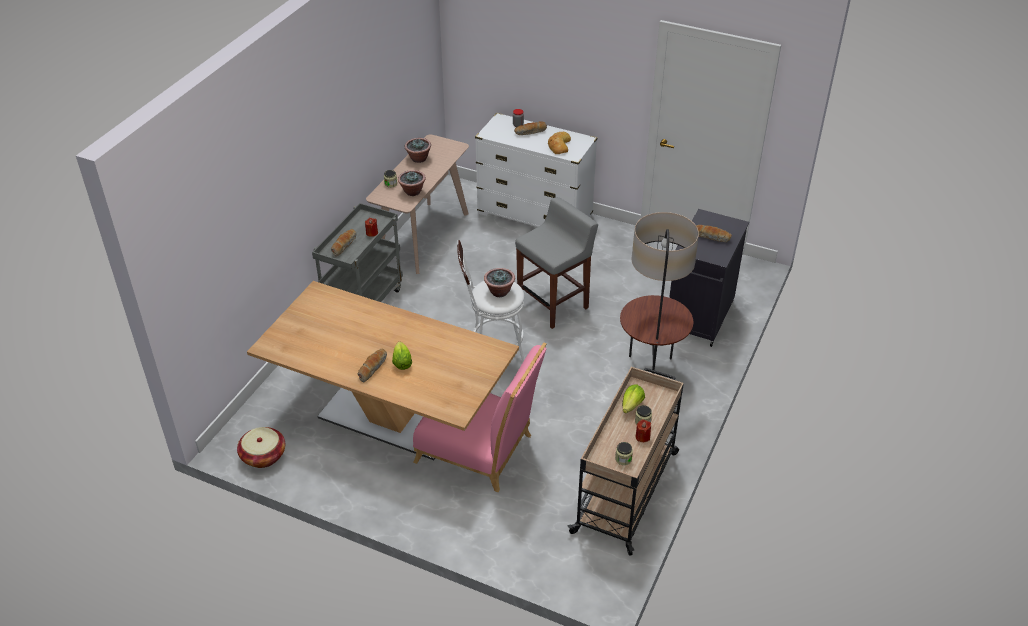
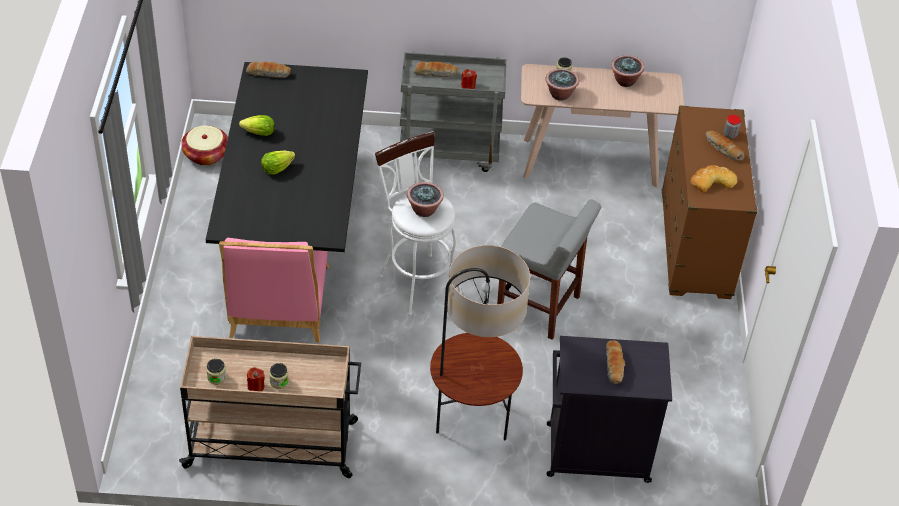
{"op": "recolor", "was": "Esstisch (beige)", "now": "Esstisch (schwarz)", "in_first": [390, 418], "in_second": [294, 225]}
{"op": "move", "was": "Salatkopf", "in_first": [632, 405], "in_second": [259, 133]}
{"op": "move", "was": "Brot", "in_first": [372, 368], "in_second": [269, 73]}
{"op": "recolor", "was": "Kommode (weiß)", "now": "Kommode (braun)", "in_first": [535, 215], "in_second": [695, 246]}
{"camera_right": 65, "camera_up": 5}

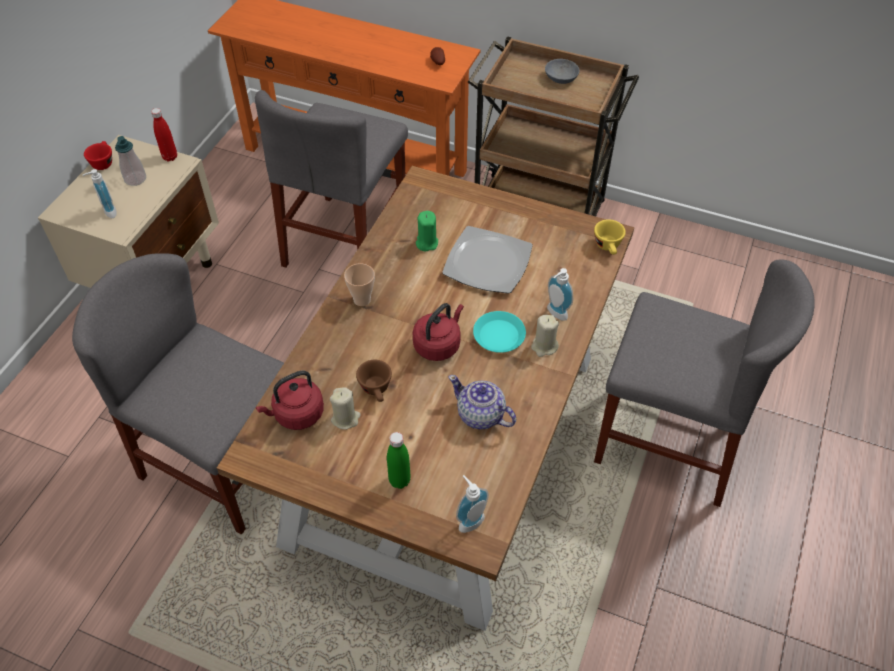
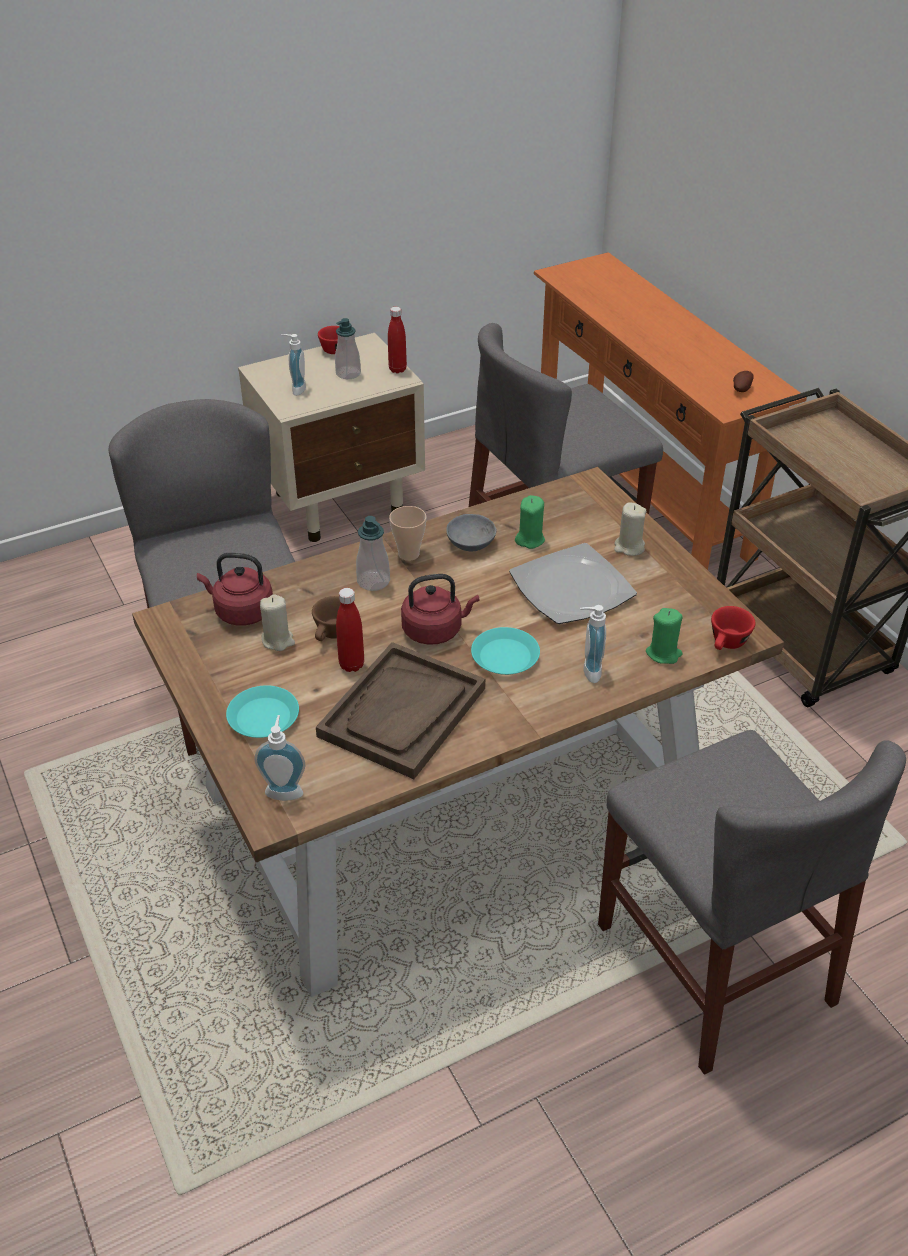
{"op": "replace", "was": "Flasche (grün)", "now": "Teller (türkis)", "in_first": [399, 480], "in_second": [263, 718]}
{"op": "replace", "was": "Teekanne", "now": "Tablett (braun)", "in_first": [481, 415], "in_second": [402, 713]}
{"op": "insert", "now": "Flasche (rot)", "in_second": [351, 665]}
{"op": "insert", "now": "Seifenspender", "in_second": [373, 581]}
{"op": "move", "was": "Schüssel (grau)", "in_first": [560, 78], "in_second": [469, 542]}
{"op": "move", "was": "Kerze (beige)", "in_first": [544, 346], "in_second": [629, 547]}
{"op": "insert", "now": "Kerze (grün)", "in_second": [663, 653]}
{"op": "recolor", "was": "Tasse (gelb)", "now": "Tasse (rot)", "in_first": [608, 247], "in_second": [727, 644]}
{"camera_right": 40, "camera_up": -10}

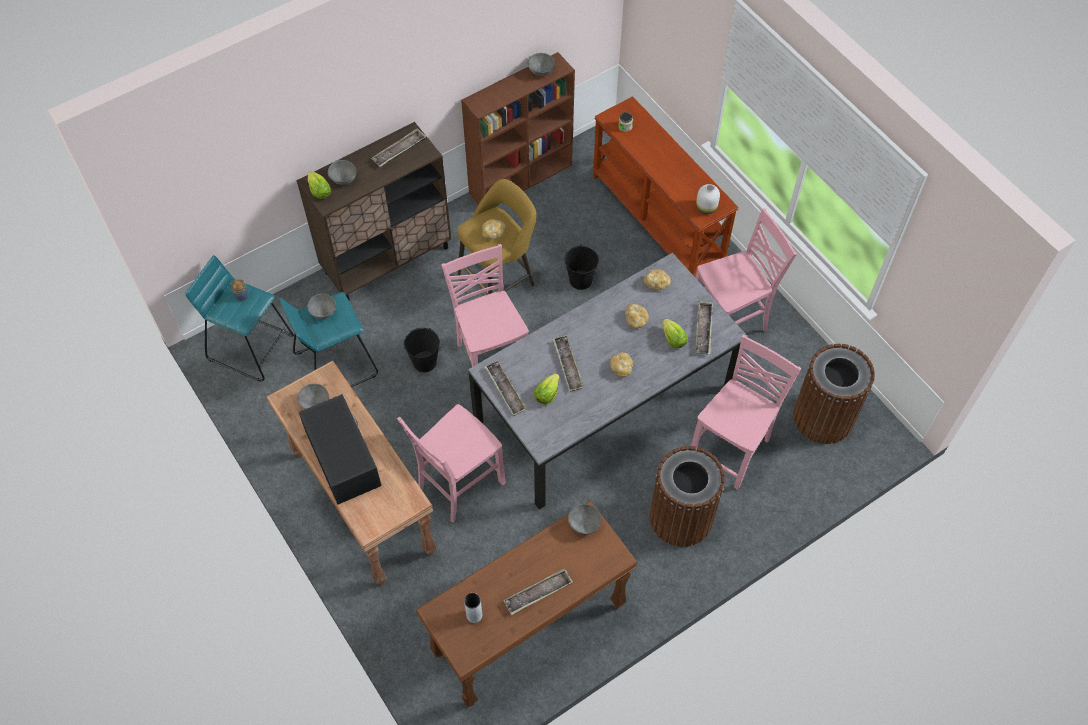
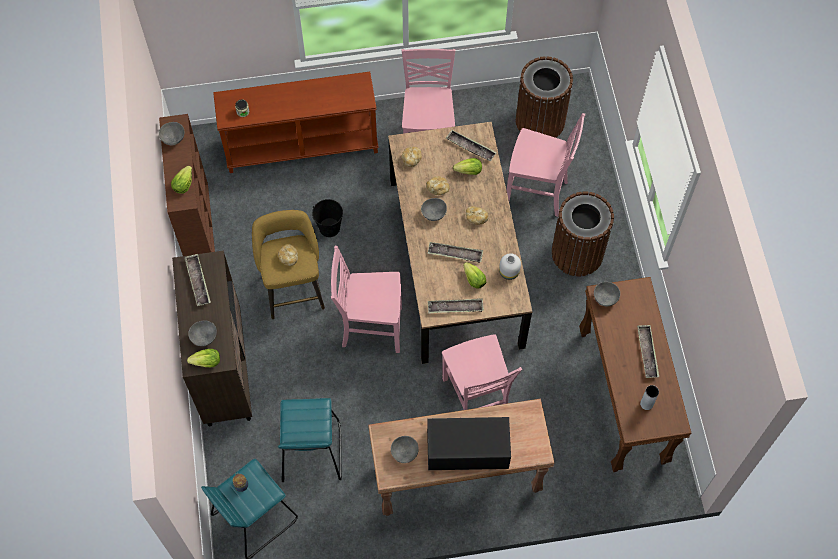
{"op": "insert", "now": "Salatkopf", "in_second": [183, 184]}
{"op": "recolor", "was": "Esstisch (grau)", "now": "Esstisch (braun)", "in_first": [604, 405], "in_second": [456, 262]}
{"op": "move", "was": "Schüssel (grau)", "in_first": [323, 313], "in_second": [434, 214]}
{"op": "move", "was": "Vase (weiß)", "in_first": [706, 208], "in_second": [509, 272]}
{"op": "rotate", "was": "Stuhl (rosa)", "in_first": [731, 449], "in_second": [537, 193], "clockwise": 135}
{"op": "delete", "was": "Eimer (schwarz)", "in_first": [425, 362]}
{"camera_right": -65, "camera_up": 5}

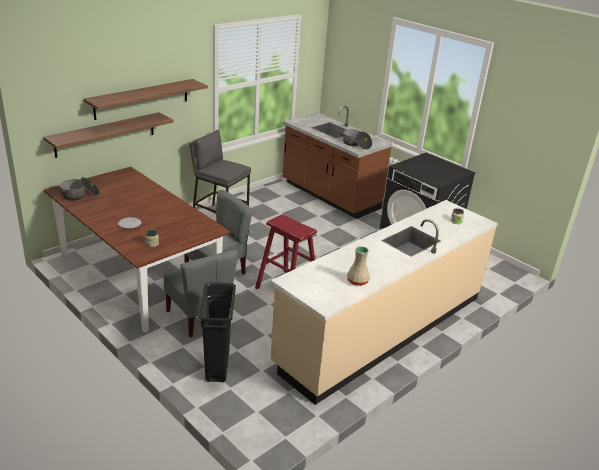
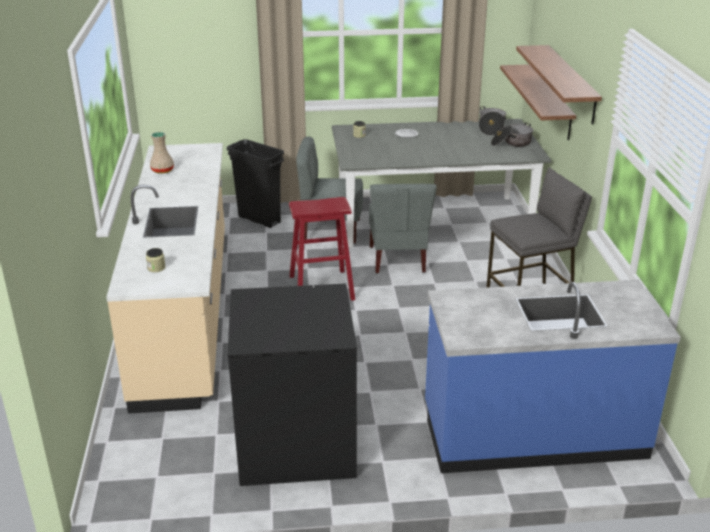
{"op": "recolor", "was": "Esstisch (braun)", "now": "Esstisch (grau)", "in_first": [139, 276], "in_second": [432, 221]}
{"op": "recolor", "was": "Küchenzeile (braun)", "now": "Küchenzeile (blau)", "in_first": [329, 196], "in_second": [533, 432]}
{"op": "move", "was": "Kochtopf", "in_first": [356, 144], "in_second": [511, 143]}
{"camera_right": 130, "camera_up": 0}

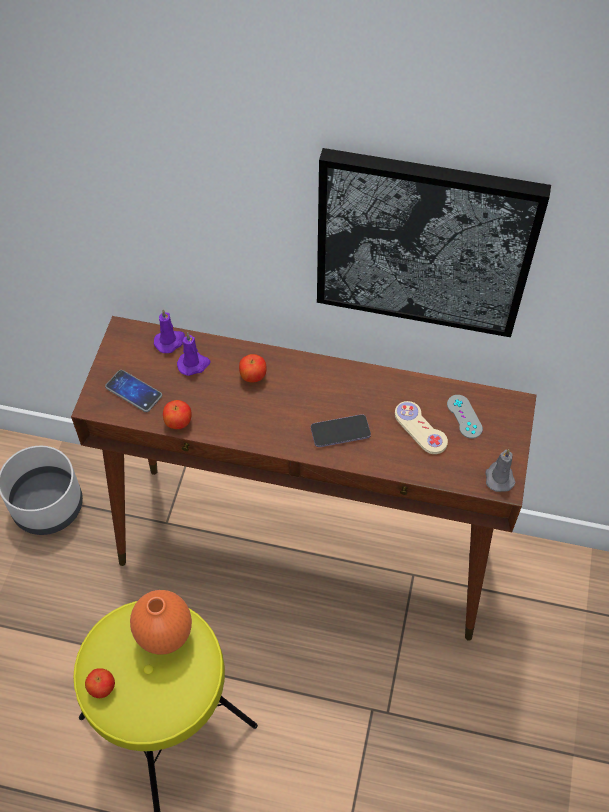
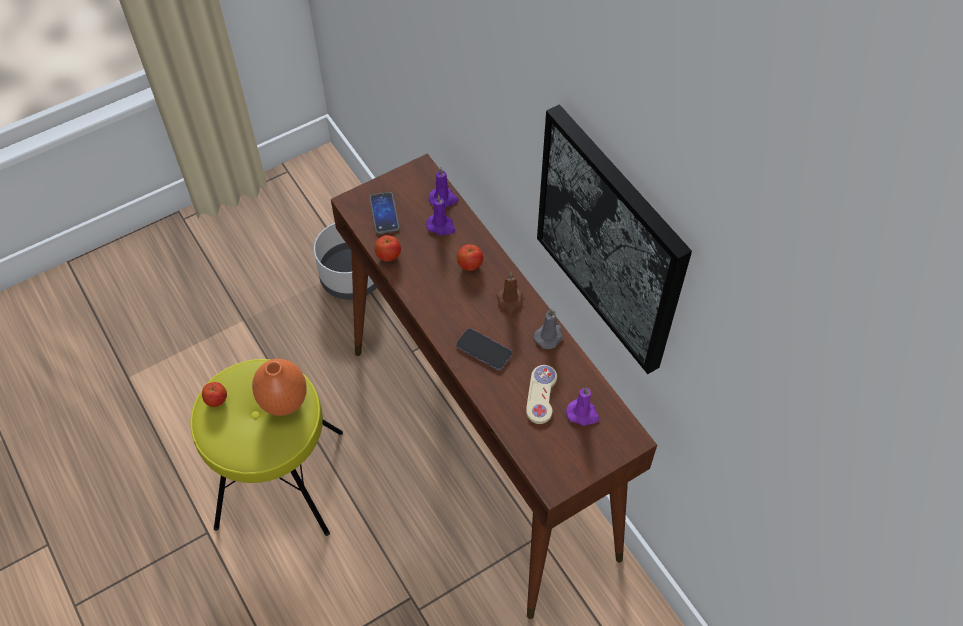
{"op": "insert", "now": "Kerze (braun)", "in_second": [510, 302]}
{"op": "move", "was": "Kerze (grau)", "in_first": [499, 477], "in_second": [549, 336]}
{"op": "replace", "was": "Gamepad (grau)", "now": "Kerze (lila)", "in_first": [464, 416], "in_second": [583, 414]}
{"camera_right": 45, "camera_up": 0}

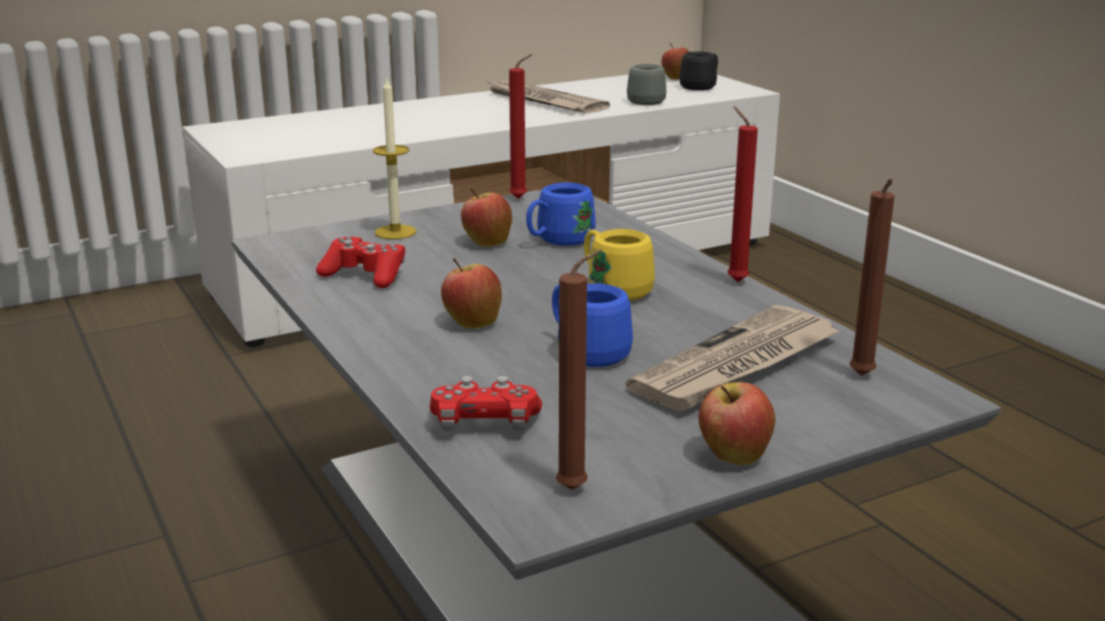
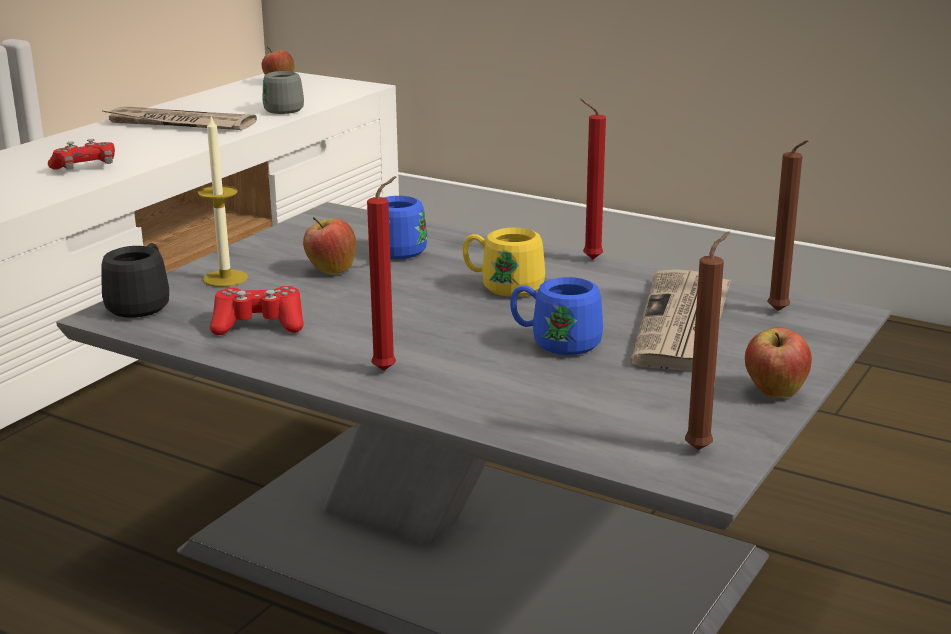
{"op": "move", "was": "Gamepad (rot)", "in_first": [485, 424], "in_second": [85, 168]}
{"op": "move", "was": "Henkelbecher (schwarz)", "in_first": [701, 87], "in_second": [143, 304]}
{"op": "move", "was": "Kerze (rot)", "in_first": [521, 198], "in_second": [388, 369]}
{"op": "delete", "was": "Apfel", "in_first": [472, 323]}
{"camera_right": -30, "camera_up": 0}

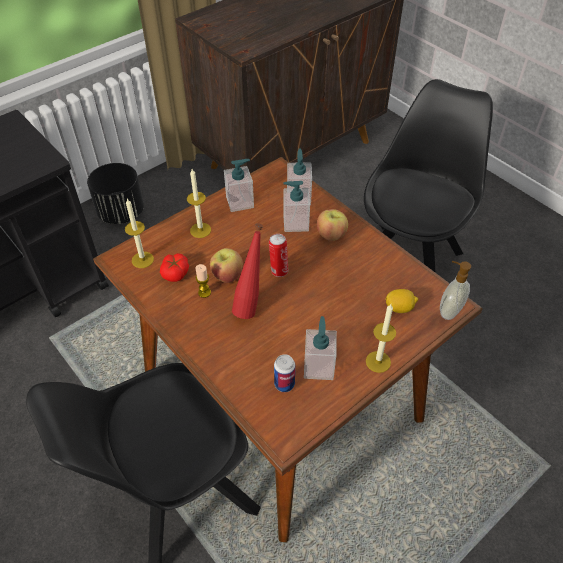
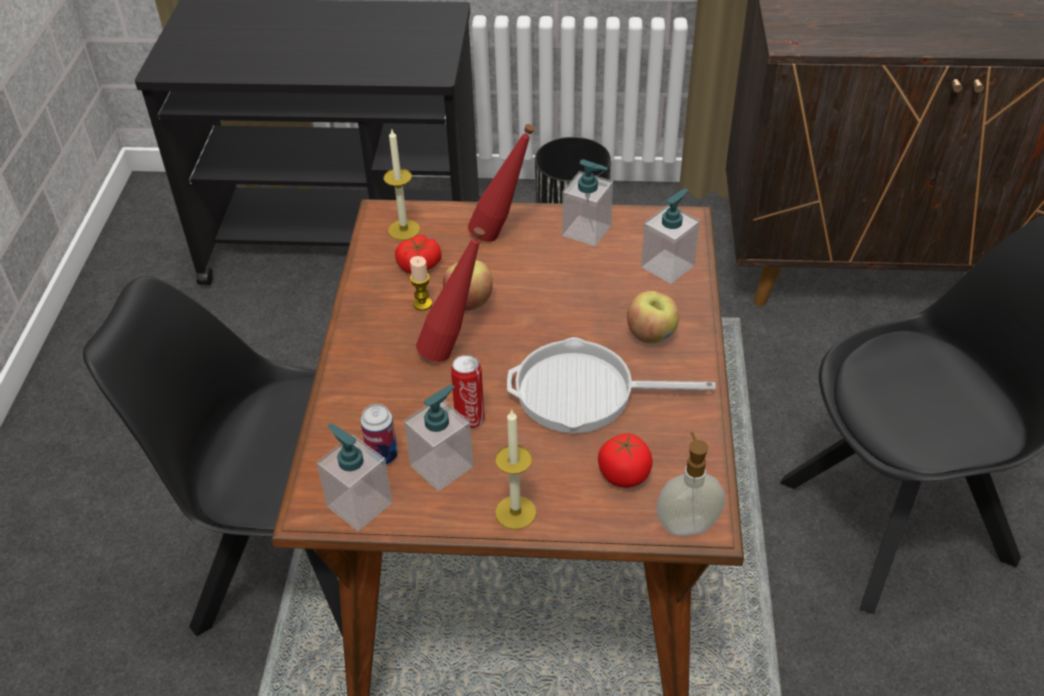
{"op": "move", "was": "Seifenspender", "in_first": [295, 223], "in_second": [359, 504]}
{"op": "move", "was": "Dose", "in_first": [278, 270], "in_second": [469, 418]}
{"op": "replace", "was": "Kerze", "now": "Flasche (rot)", "in_first": [200, 230], "in_second": [502, 235]}
{"op": "insert", "now": "Pfanne", "in_second": [583, 393]}
{"op": "replace", "was": "Zitrone", "now": "Tomate", "in_first": [399, 308], "in_second": [624, 474]}
{"camera_right": 45, "camera_up": -5}

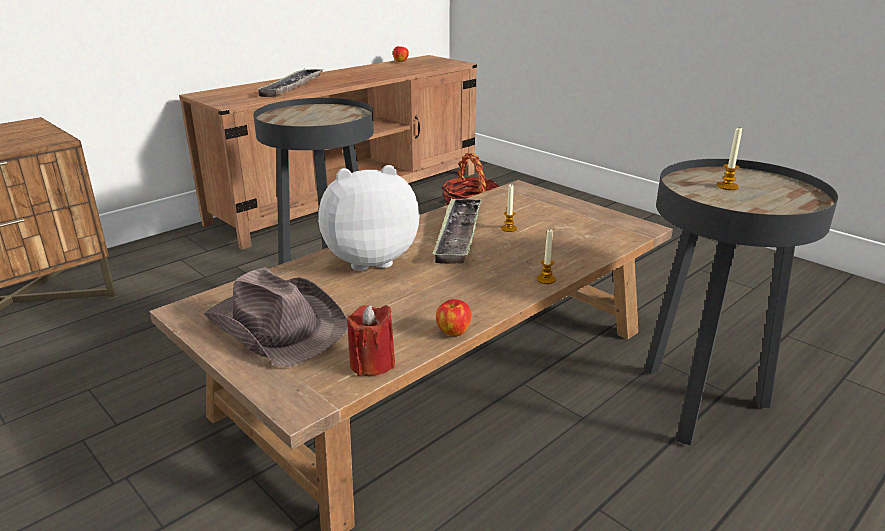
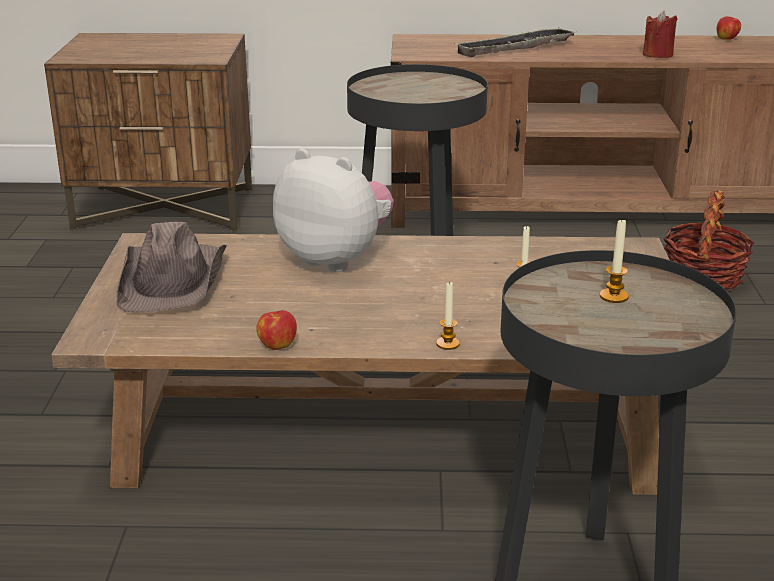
{"op": "move", "was": "Kerze (rot)", "in_first": [372, 364], "in_second": [657, 55]}
{"op": "delete", "was": "Tablett", "in_first": [458, 235]}
{"camera_right": 45, "camera_up": 0}

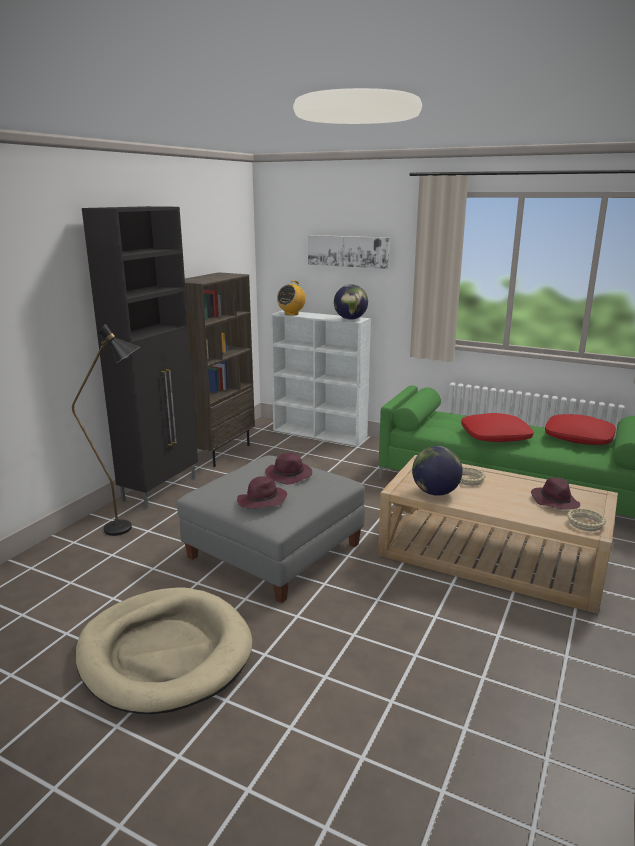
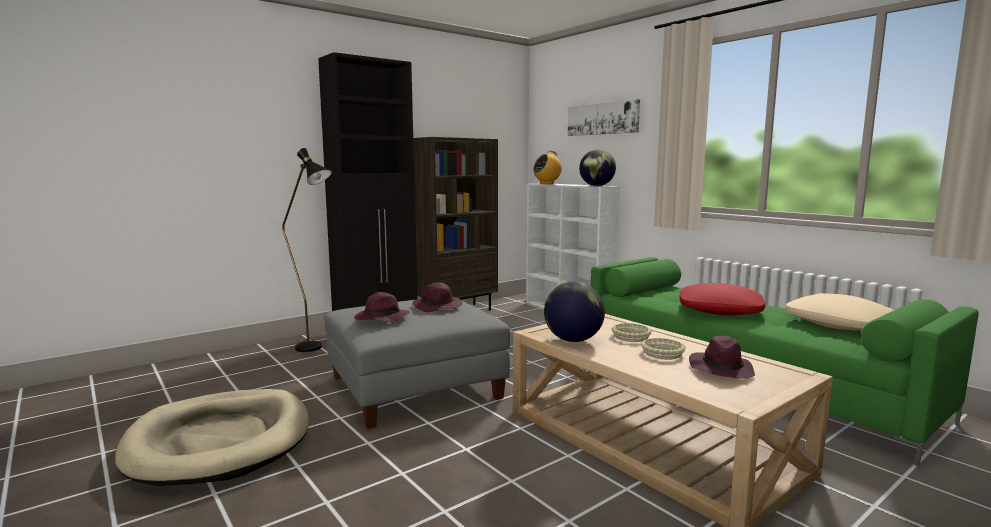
{"op": "move", "was": "Schüssel (beige)", "in_first": [584, 523], "in_second": [662, 353]}
{"op": "recolor", "was": "Kissen (rot)", "now": "Kissen (beige)", "in_first": [578, 437], "in_second": [839, 323]}
{"camera_right": 25, "camera_up": -10}

